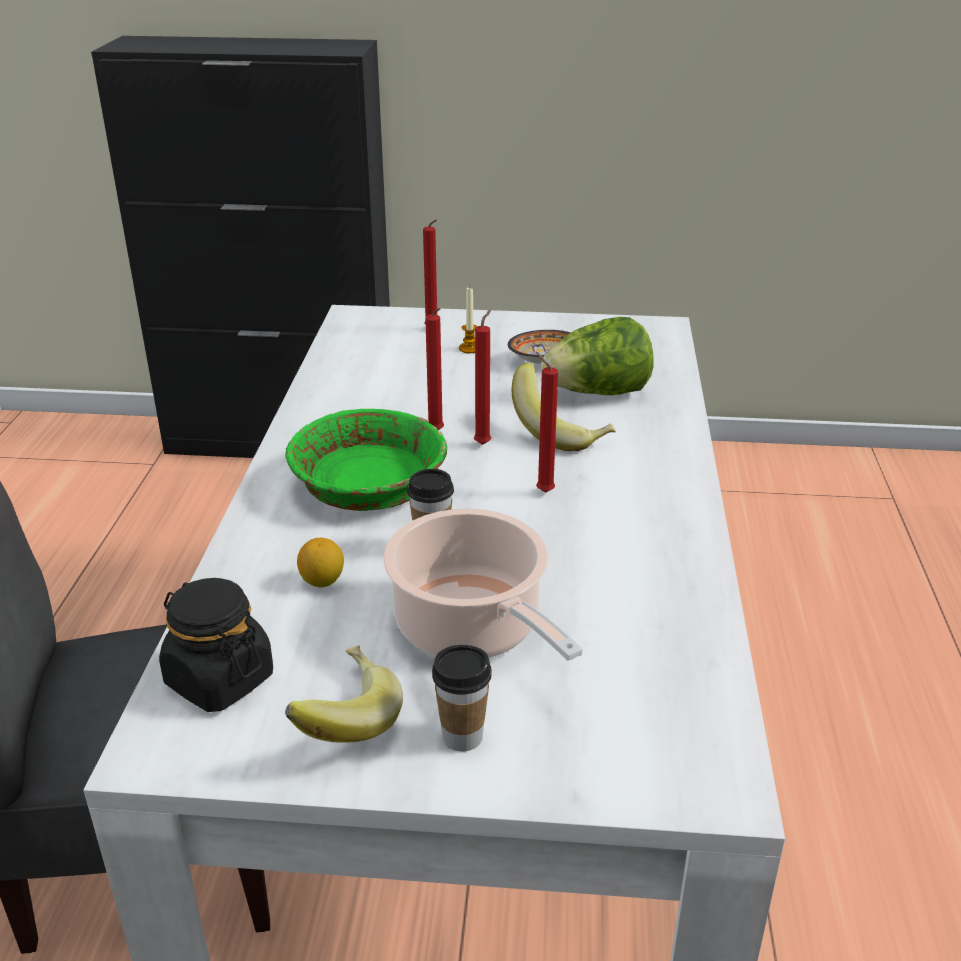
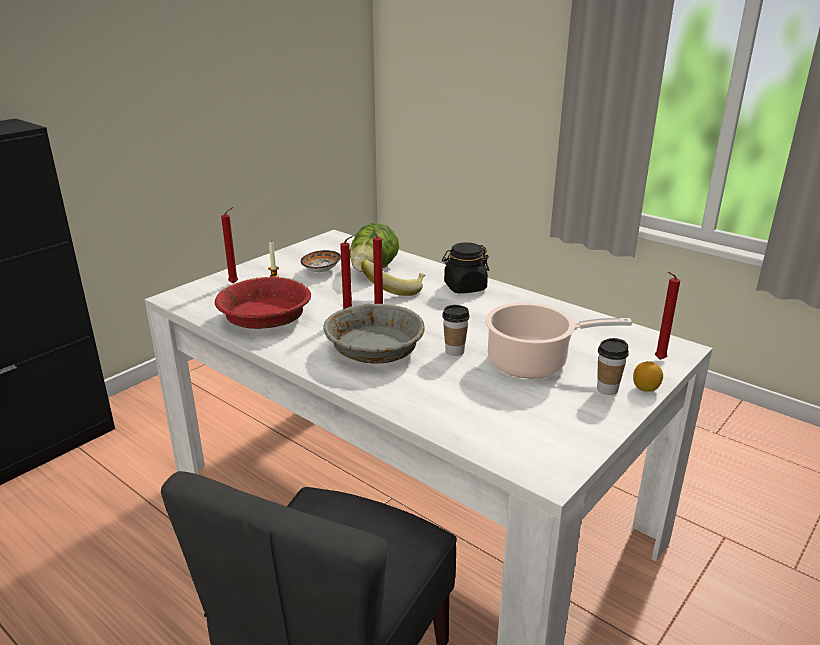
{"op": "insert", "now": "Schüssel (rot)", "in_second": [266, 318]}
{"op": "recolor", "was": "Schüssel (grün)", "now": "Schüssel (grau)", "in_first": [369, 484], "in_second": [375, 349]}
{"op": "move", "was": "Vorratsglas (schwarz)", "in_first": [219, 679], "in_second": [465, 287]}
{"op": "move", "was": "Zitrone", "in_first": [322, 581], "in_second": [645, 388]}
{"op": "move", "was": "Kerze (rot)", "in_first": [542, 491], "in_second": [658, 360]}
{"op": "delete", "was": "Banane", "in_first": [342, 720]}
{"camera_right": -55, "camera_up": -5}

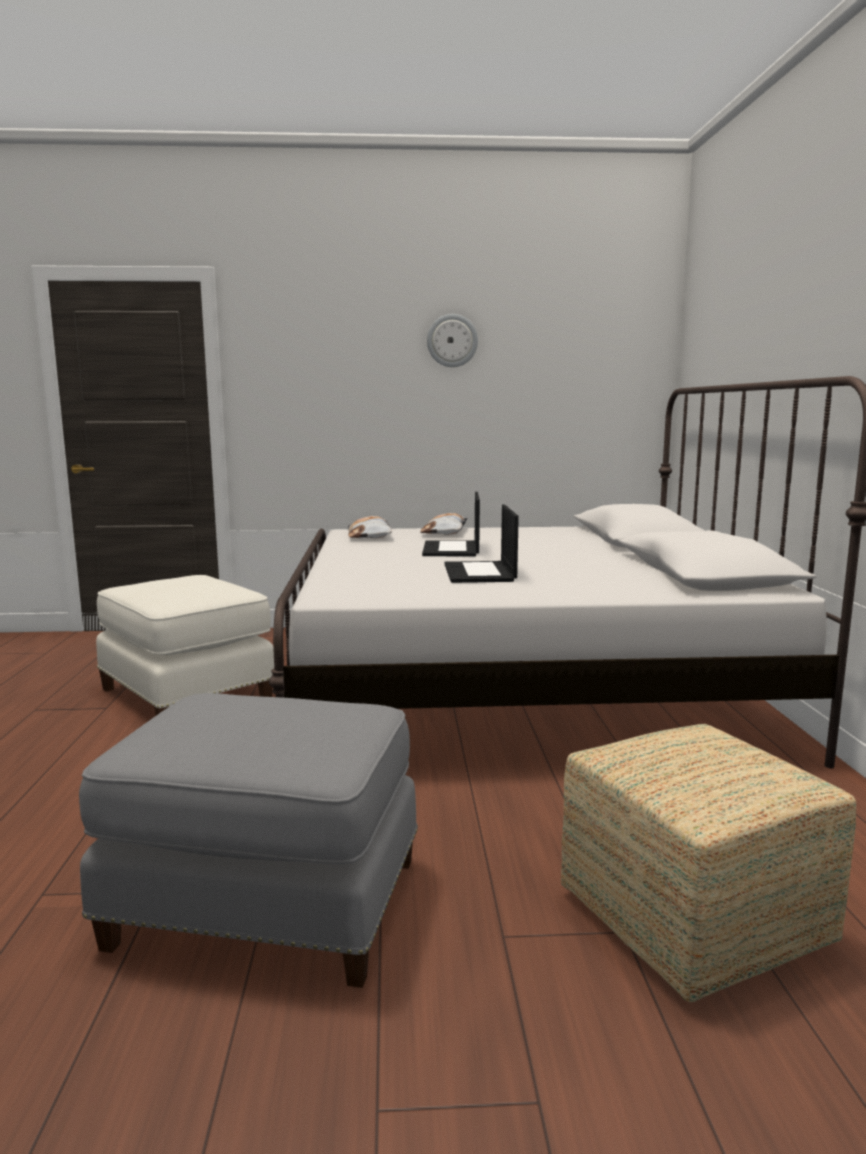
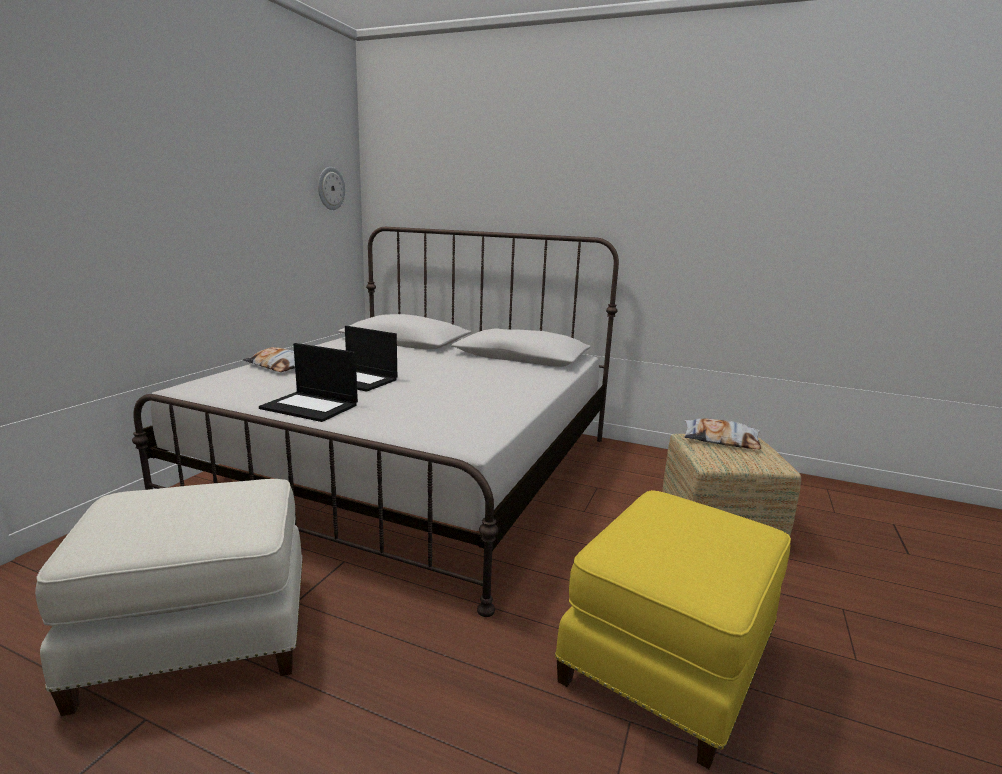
{"op": "move", "was": "Laptop", "in_first": [480, 573], "in_second": [311, 406]}
{"op": "move", "was": "Wanduhr", "in_first": [452, 340], "in_second": [330, 188]}
{"op": "recolor", "was": "Polsterhocker (grau)", "now": "Polsterhocker (gelb)", "in_first": [266, 906], "in_second": [669, 662]}
{"op": "move", "was": "Kissen", "in_first": [370, 535], "in_second": [721, 440]}
{"camera_right": -65, "camera_up": 5}

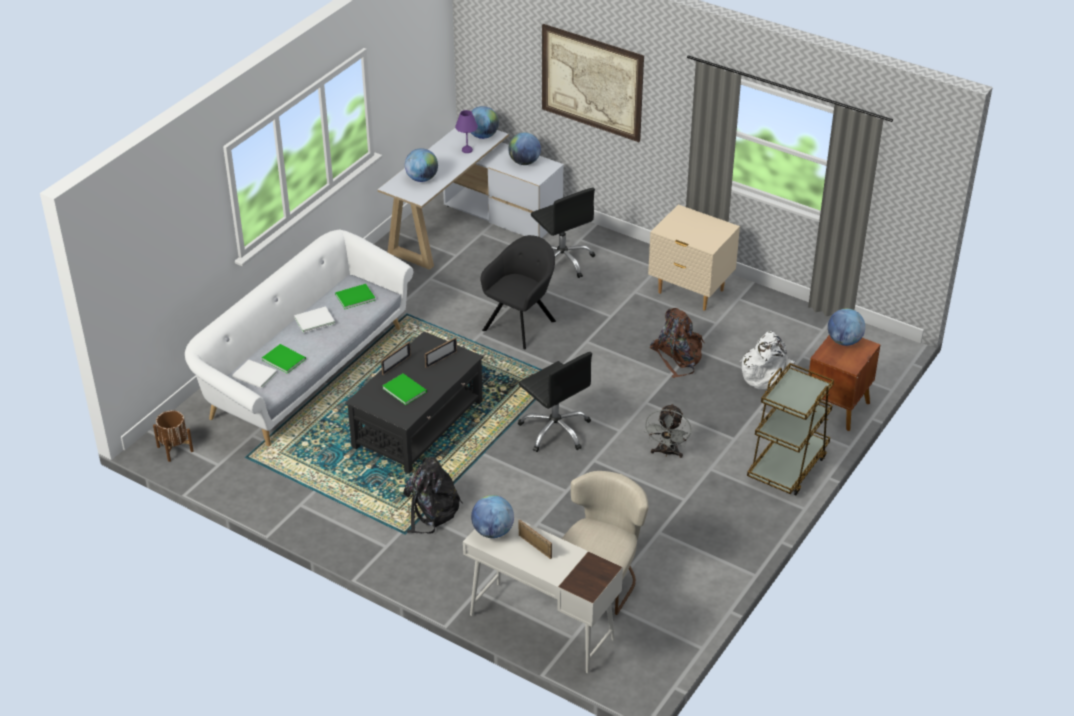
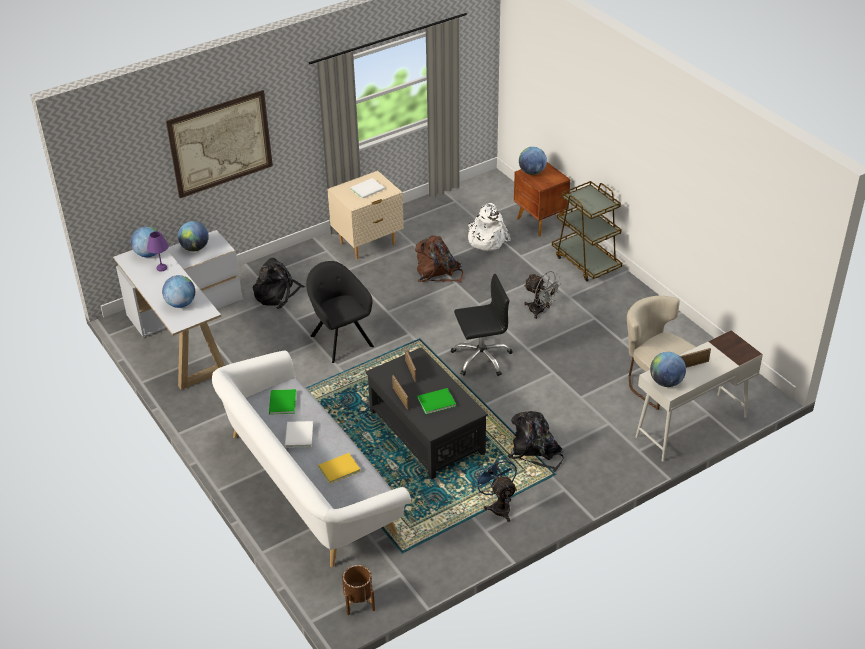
{"op": "replace", "was": "Bürostuhl (schwarz)", "now": "Rucksack (schwarz)", "in_first": [562, 261], "in_second": [277, 294]}
{"op": "recolor", "was": "Buch (grün)", "now": "Buch (gelb)", "in_first": [283, 358], "in_second": [338, 469]}
{"op": "move", "was": "Buch (weiß)", "in_first": [255, 376], "in_second": [368, 189]}
{"op": "insert", "now": "Ventilator (blau)", "in_second": [498, 506]}
{"camera_right": -65, "camera_up": 0}

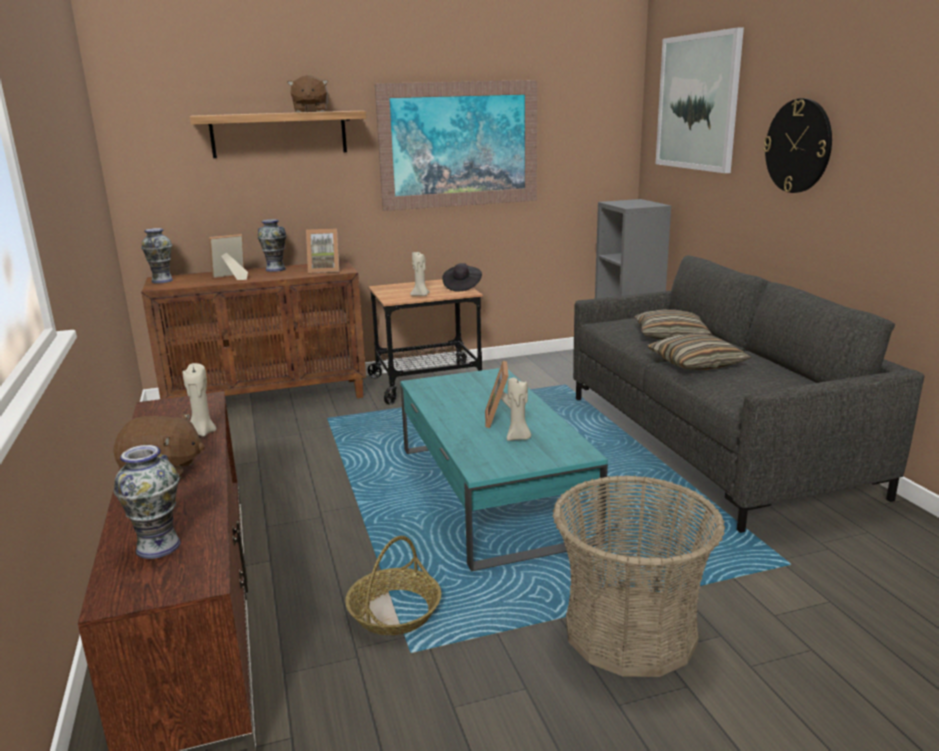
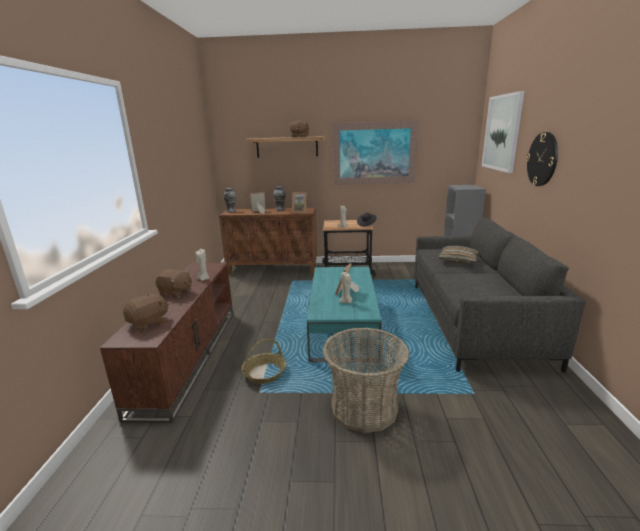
{"op": "replace", "was": "Vase", "now": "Plüschtier (braun)", "in_first": [158, 546], "in_second": [149, 323]}
{"op": "delete", "was": "Kissen", "in_first": [696, 364]}
{"camera_right": 20, "camera_up": 0}

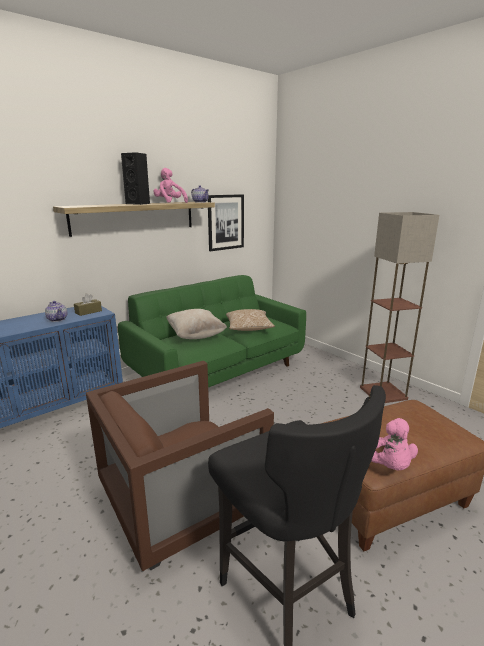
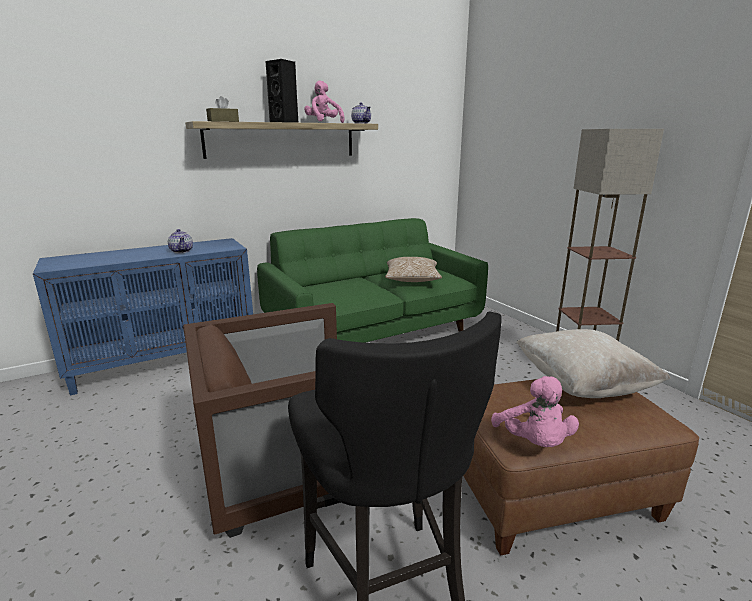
{"op": "move", "was": "Taschentuchbox (braun)", "in_first": [88, 312], "in_second": [223, 121]}
{"op": "move", "was": "Kissen (beige)", "in_first": [195, 336], "in_second": [582, 386]}
{"op": "delete", "was": "Bild", "in_first": [225, 222]}
{"camera_right": 10, "camera_up": 0}

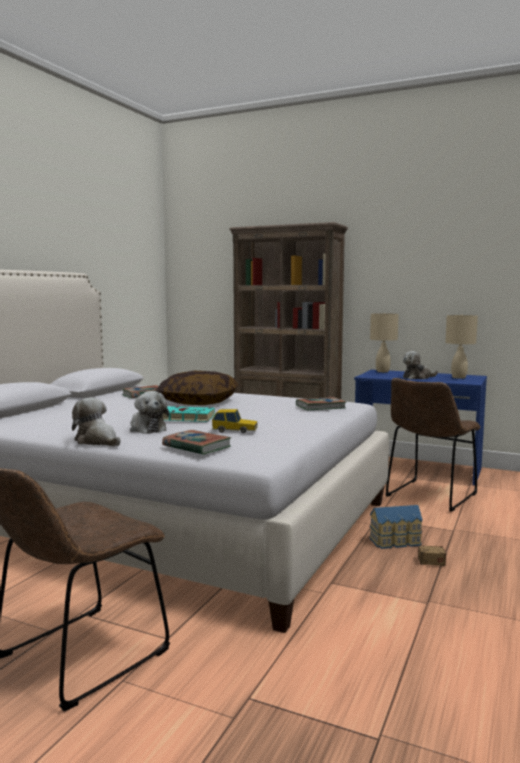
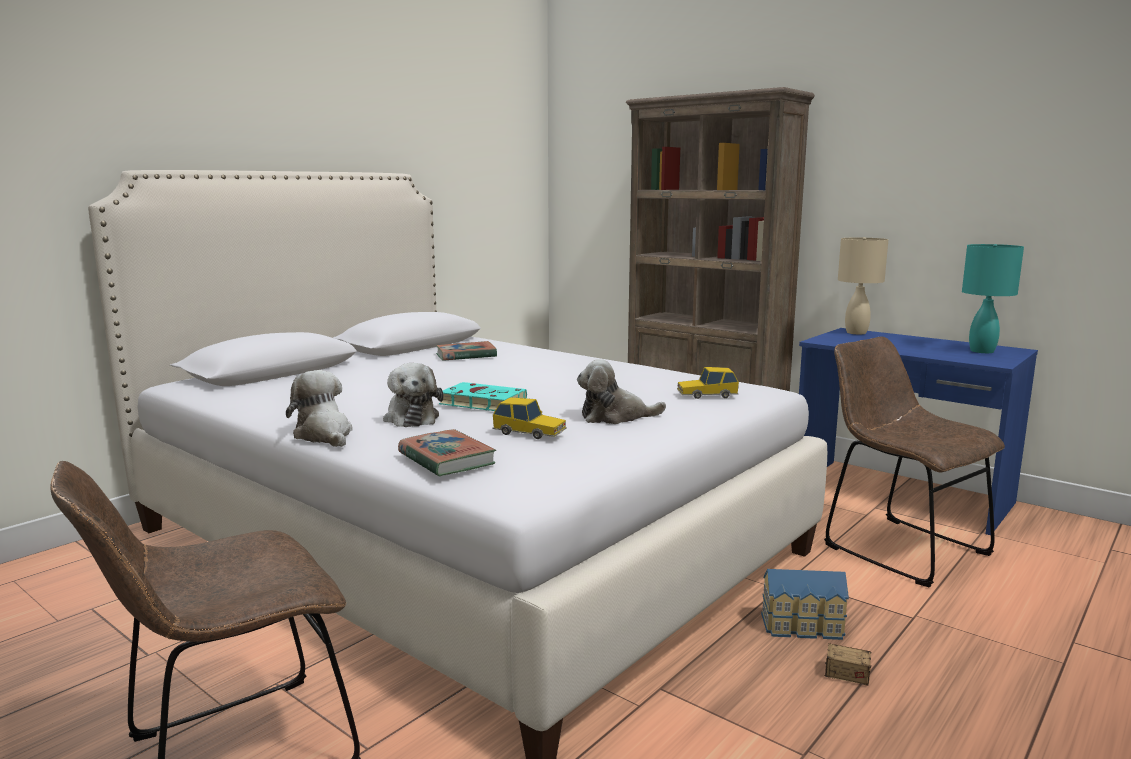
{"op": "move", "was": "Plüschtier", "in_first": [418, 377], "in_second": [615, 417]}
{"op": "replace", "was": "Buch", "now": "Spielzeugauto", "in_first": [320, 407], "in_second": [707, 395]}
{"op": "rotate", "was": "Stuhl (braun)", "in_first": [429, 496], "in_second": [898, 547], "clockwise": 90}
{"op": "recolor", "was": "Tischlampe (beige)", "now": "Tischlampe (türkis)", "in_first": [458, 377], "in_second": [981, 351]}
{"op": "delete", "was": "Kissen", "in_first": [198, 402]}
{"camera_right": 15, "camera_up": 5}

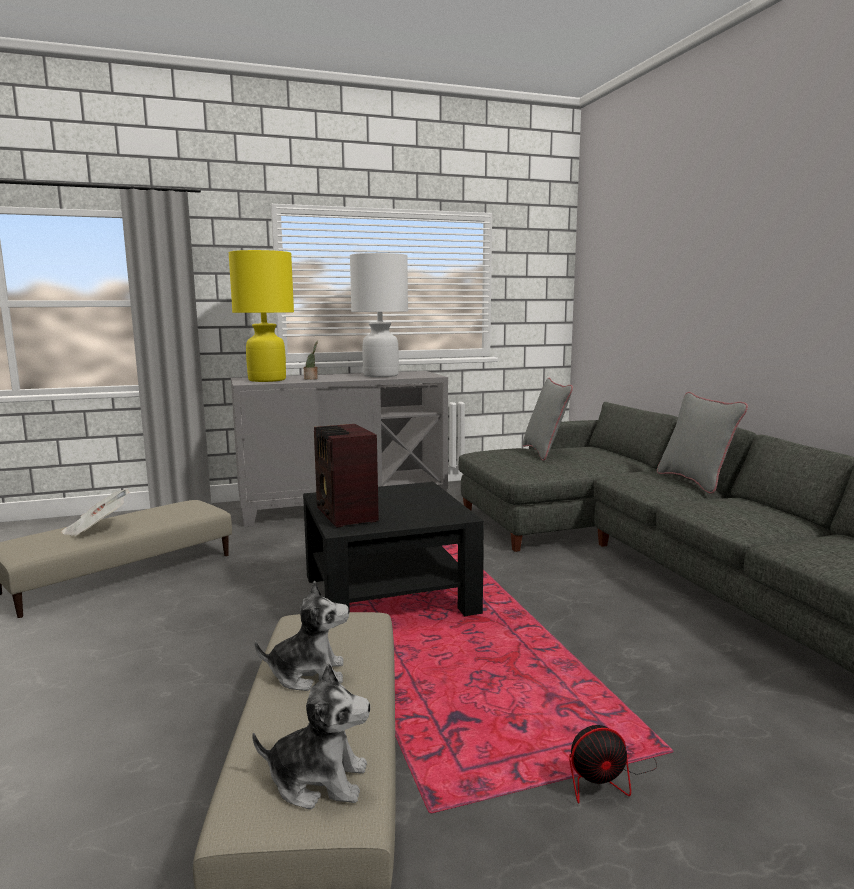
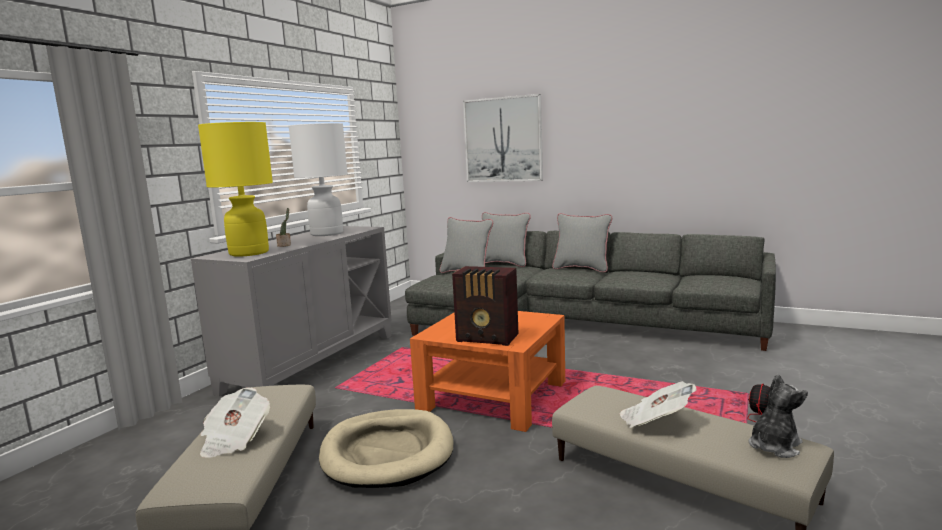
{"op": "insert", "now": "Hundebett (beige)", "in_second": [387, 453]}
{"op": "recolor", "was": "Couchtisch (schwarz)", "now": "Couchtisch (orange)", "in_first": [388, 594], "in_second": [493, 396]}
{"op": "insert", "now": "Bild", "in_second": [503, 139]}
{"op": "insert", "now": "Kissen (grau)", "in_second": [504, 264]}
{"op": "replace", "was": "Plüschtier", "now": "Zeitung", "in_first": [308, 674], "in_second": [655, 422]}
{"camera_right": -45, "camera_up": 0}

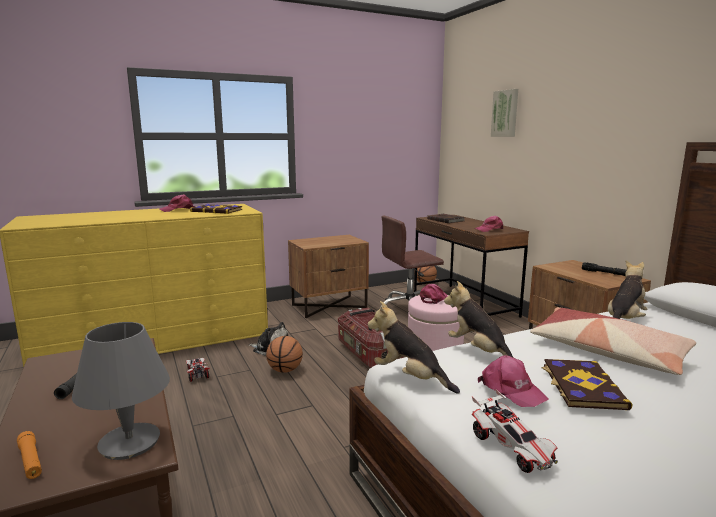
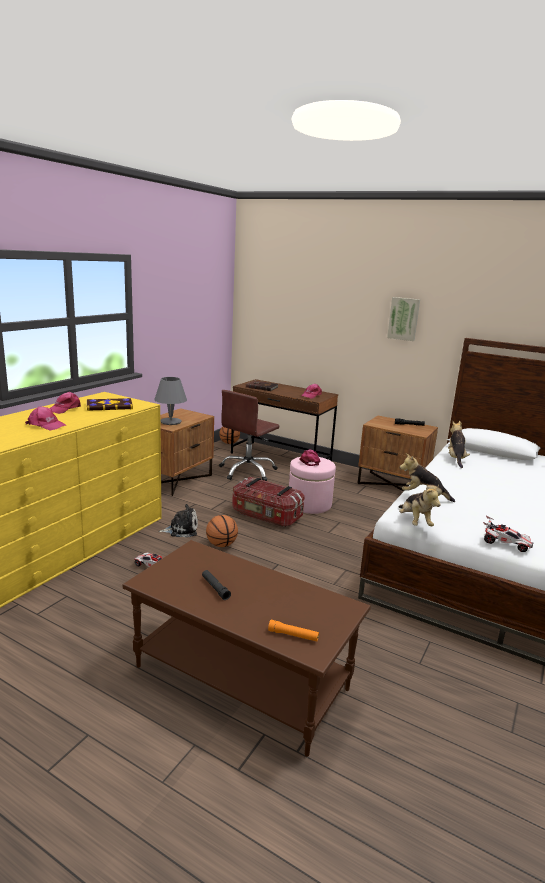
{"op": "move", "was": "Kappe (rosa)", "in_first": [511, 390], "in_second": [46, 425]}
{"op": "move", "was": "Tischlampe (grau)", "in_first": [130, 442], "in_second": [171, 422]}
{"op": "move", "was": "Bild", "in_first": [505, 113], "in_second": [404, 318]}
{"op": "rotate", "was": "Plüschtier", "in_first": [410, 378], "in_second": [414, 522], "clockwise": -105}
{"op": "delete", "was": "Kissen", "in_first": [607, 352]}
{"op": "delete", "was": "Buch", "in_first": [581, 386]}
{"camera_right": -35, "camera_up": 5}

